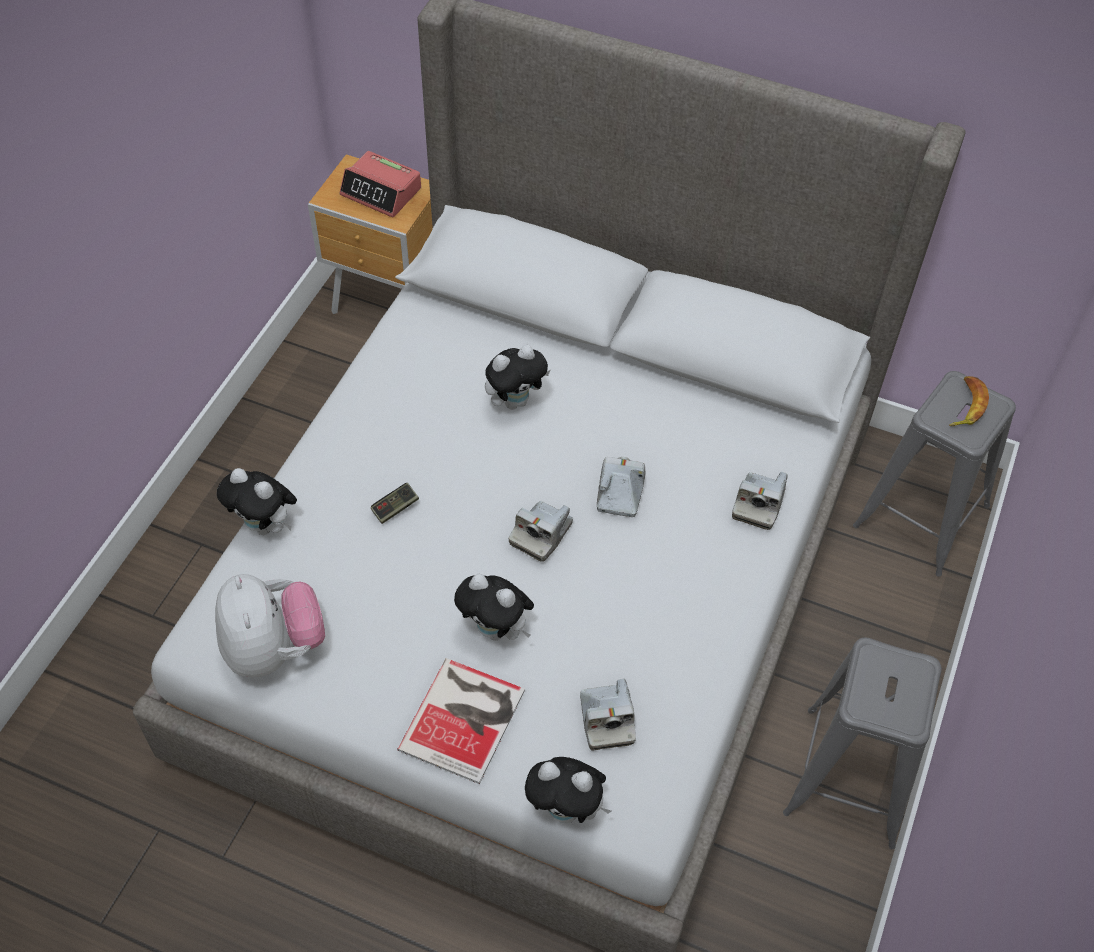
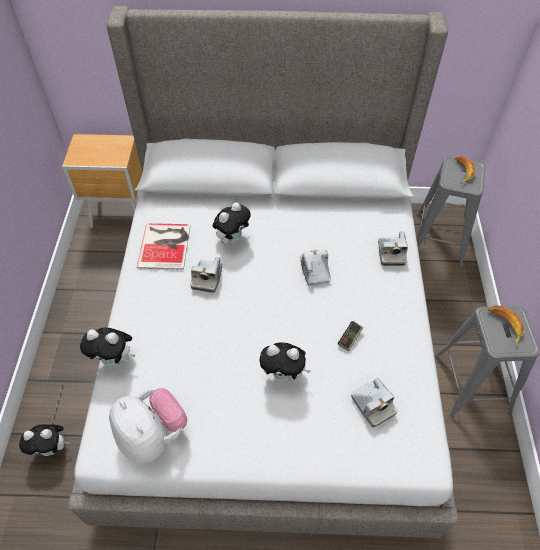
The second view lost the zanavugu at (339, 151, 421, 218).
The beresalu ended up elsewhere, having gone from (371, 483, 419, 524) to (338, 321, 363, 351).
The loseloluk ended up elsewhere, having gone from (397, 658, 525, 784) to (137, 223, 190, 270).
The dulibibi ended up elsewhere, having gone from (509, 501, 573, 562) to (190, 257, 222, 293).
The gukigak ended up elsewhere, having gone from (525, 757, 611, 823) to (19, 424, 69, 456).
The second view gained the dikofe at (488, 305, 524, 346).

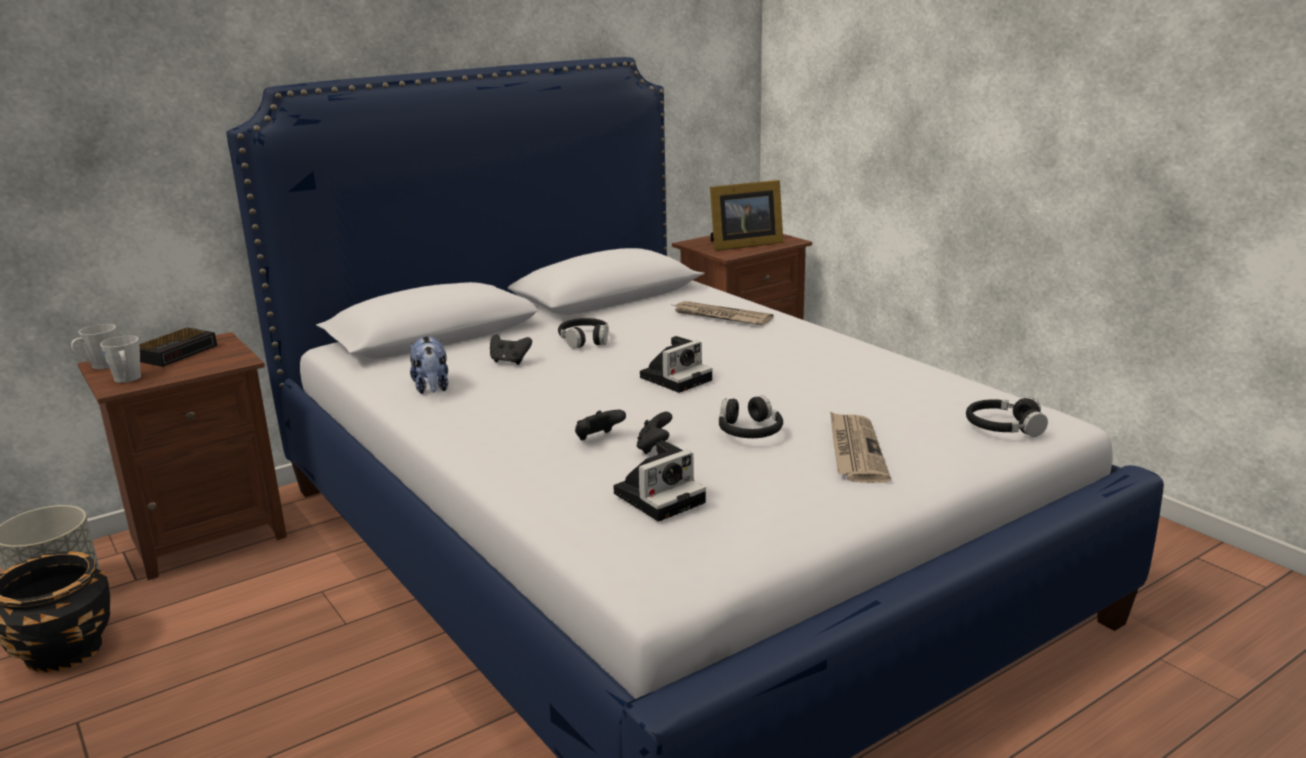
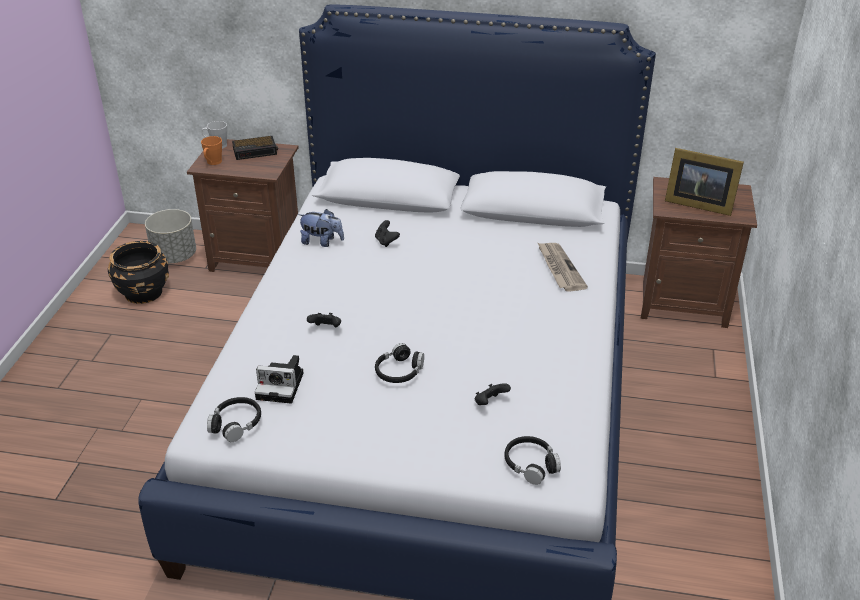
What was the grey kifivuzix at (100, 335, 141, 383) turned into the orange kifivuzix at (201, 136, 222, 165).
The gukigak at (410, 335, 448, 394) ended up facing another way, 105 degrees counterclockwise from before.
The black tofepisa ended up elsewhere, having gone from (558, 318, 609, 349) to (207, 397, 261, 442).
The black beresalu ended up elsewhere, having gone from (637, 412, 672, 455) to (475, 383, 511, 405).
The second view lost the dulibibi at (640, 336, 712, 393).
The second view lost the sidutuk at (830, 411, 891, 483).

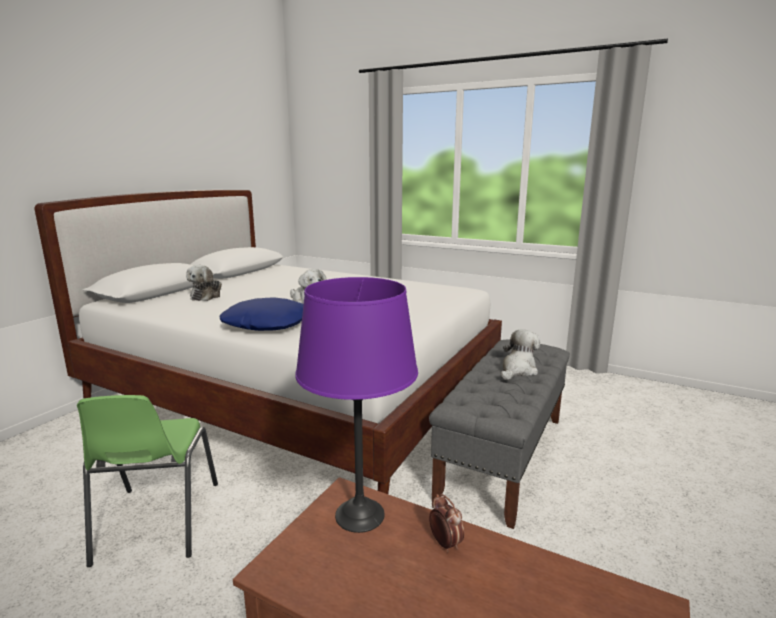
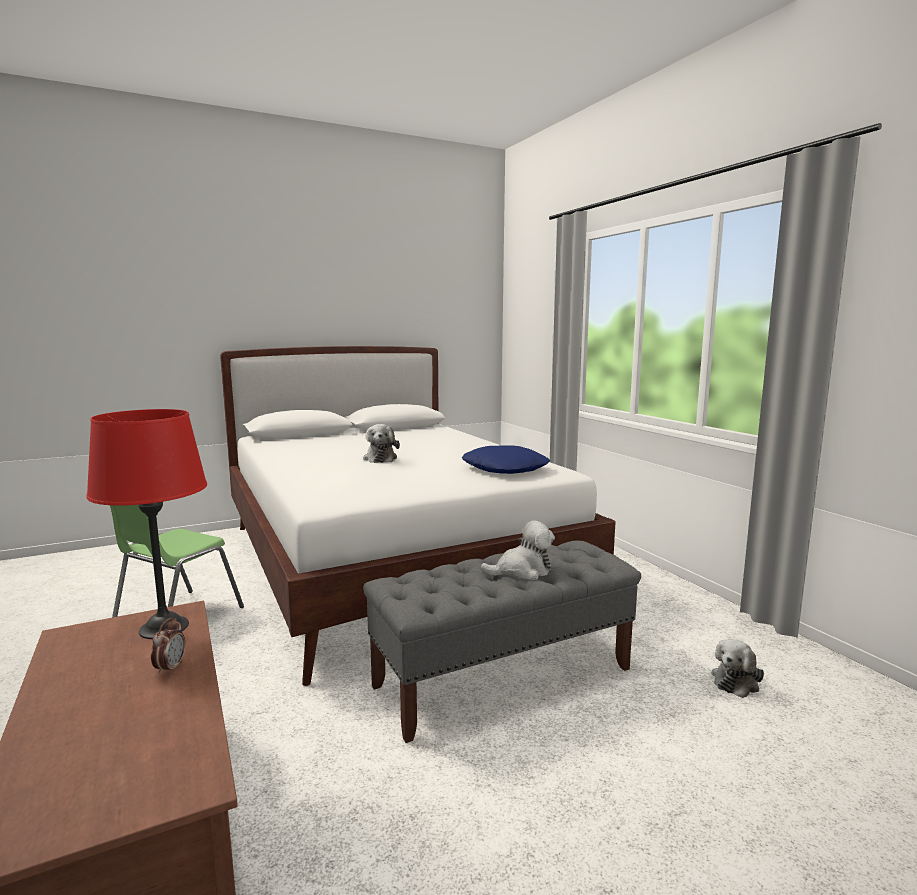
The gukigak ended up elsewhere, having gone from (186, 265, 222, 301) to (711, 639, 764, 698).
The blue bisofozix ended up elsewhere, having gone from (219, 297, 304, 331) to (462, 445, 550, 474).
What was the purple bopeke at (295, 277, 418, 533) turned into the red bopeke at (86, 409, 207, 639).

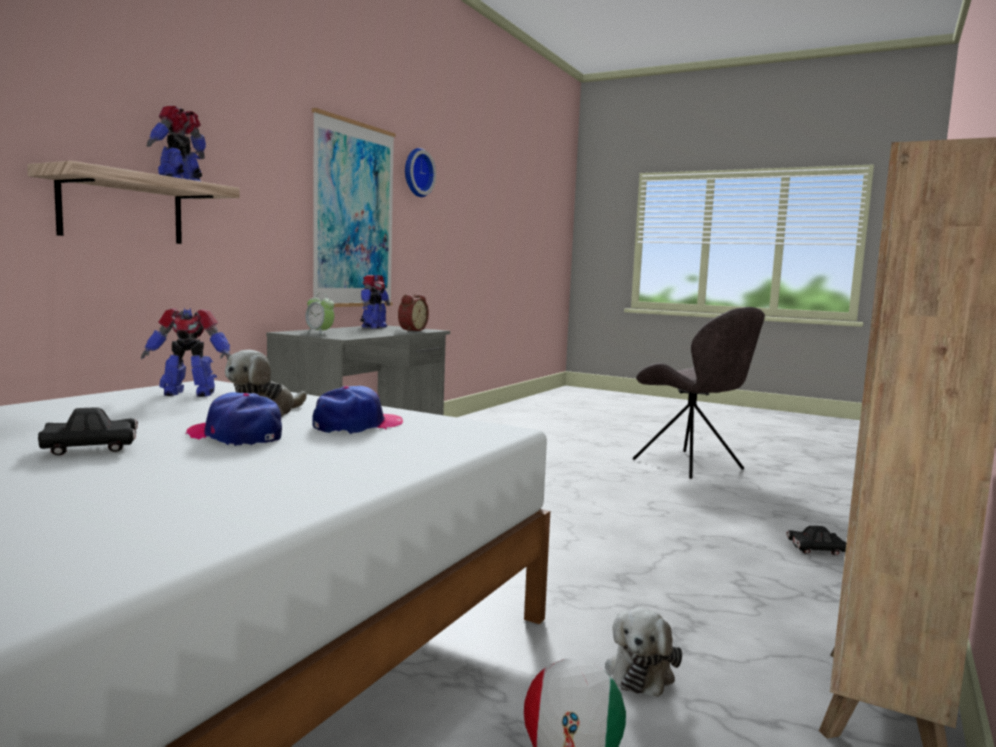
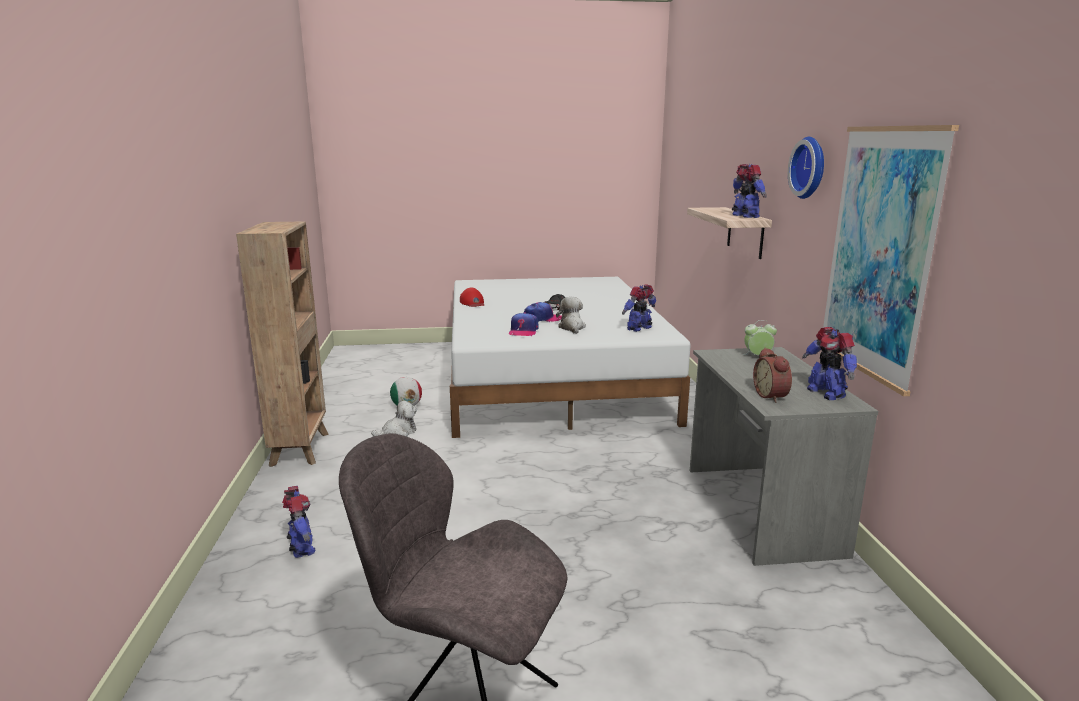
The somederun ended up elsewhere, having gone from (405, 148, 436, 197) to (788, 137, 824, 199).
The gukigak at (605, 608, 682, 697) ended up facing another way, 75 degrees clockwise from before.
Where the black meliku stood at (786, 526, 846, 555), the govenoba came to stand at (282, 486, 316, 558).
The second view gained the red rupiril at (460, 288, 484, 307).

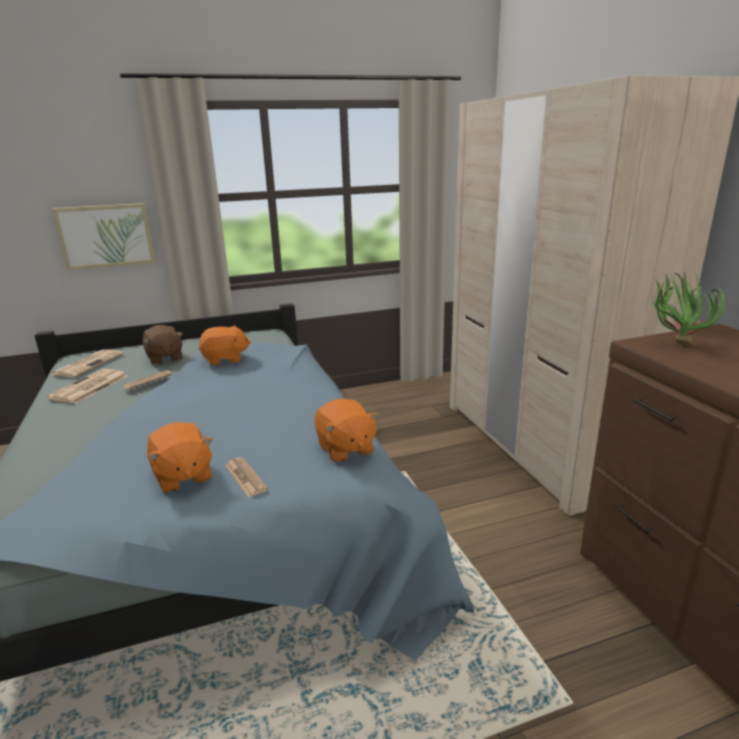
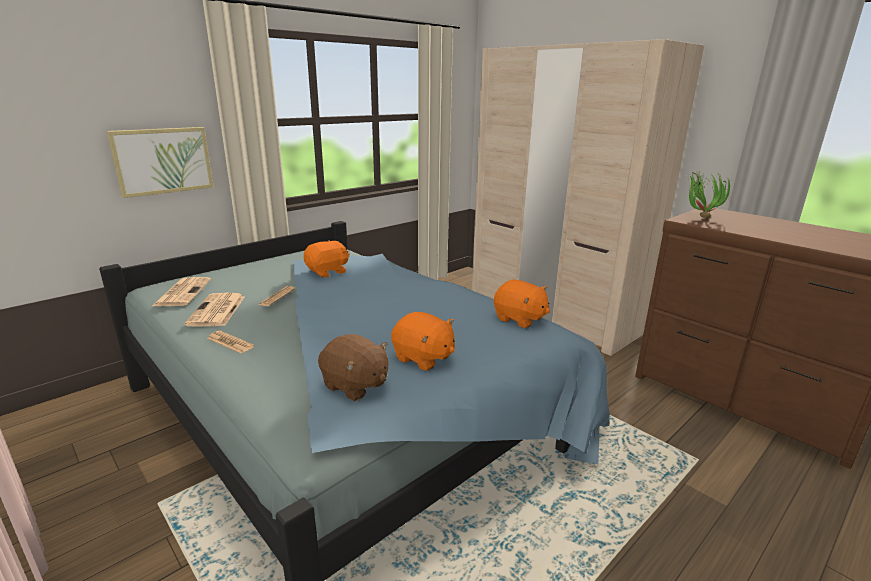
The brown gukigak ended up elsewhere, having gone from (142, 325, 183, 365) to (318, 334, 388, 401).
The sidutuk ended up elsewhere, having gone from (225, 457, 268, 497) to (207, 331, 254, 354).

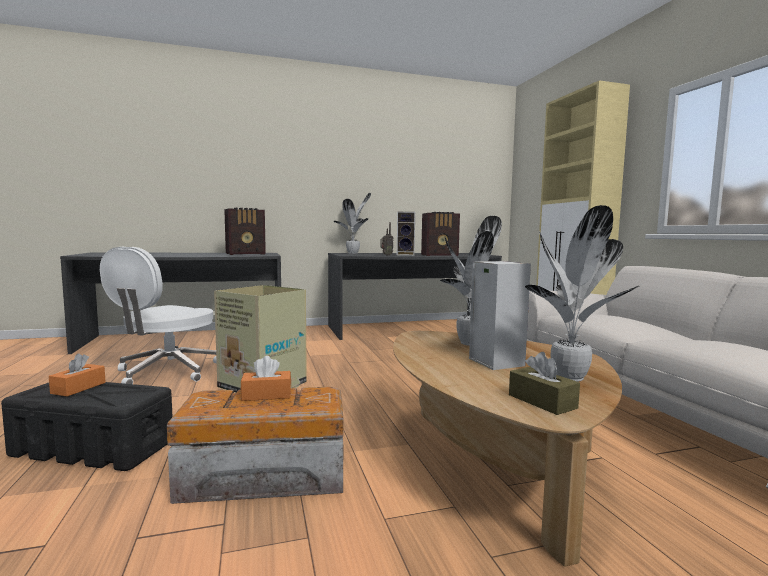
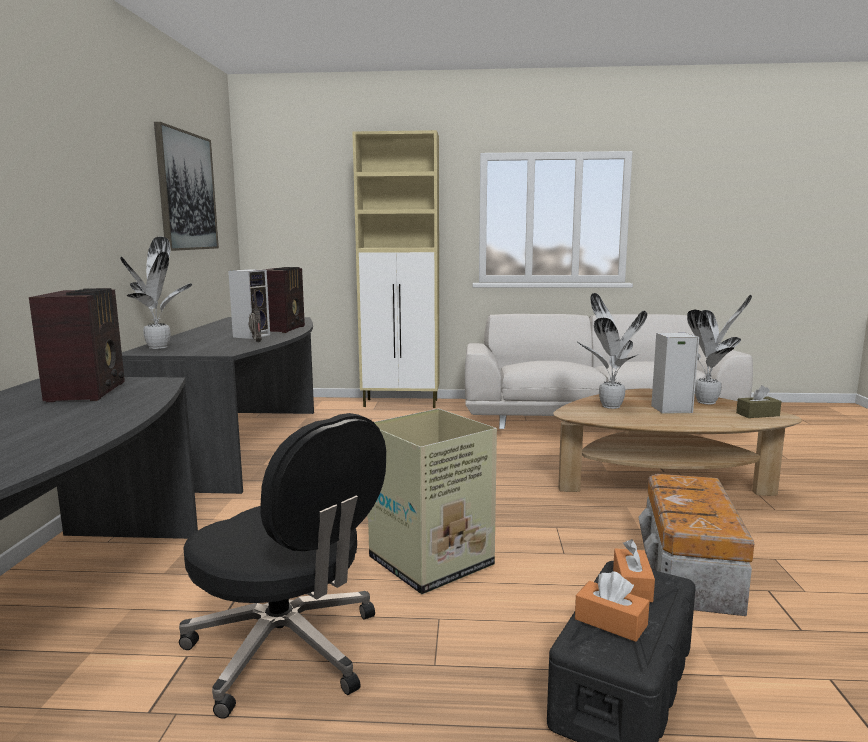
What was the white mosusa at (100, 246, 217, 384) turned into the black mosusa at (179, 413, 386, 719).
The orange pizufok ended up elsewhere, having gone from (241, 356, 291, 401) to (613, 539, 655, 602).
The second view gained the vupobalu at (154, 122, 219, 251).

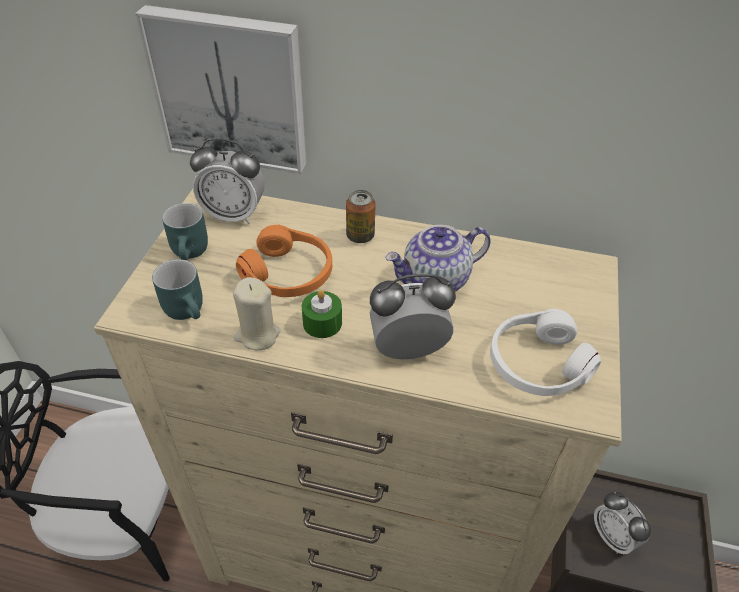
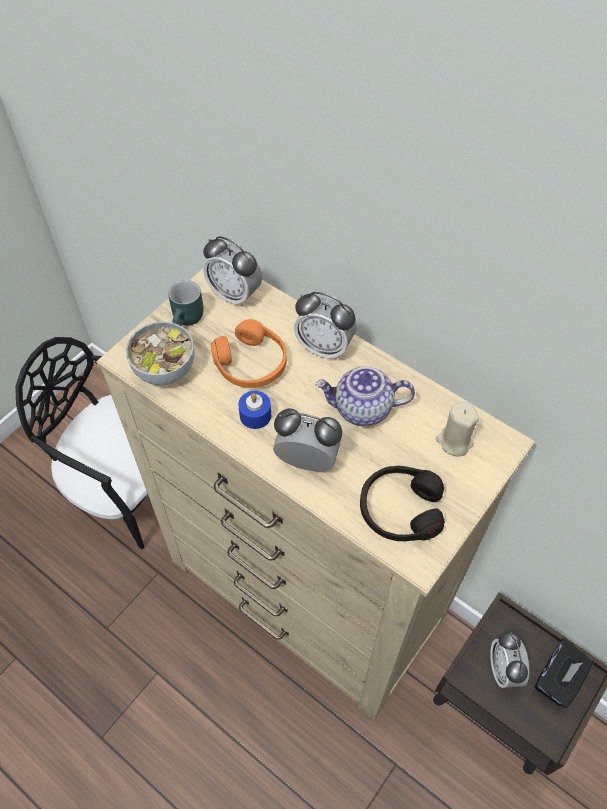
The second view lost the vupobalu at (135, 5, 306, 174).
Where the turquoise kifivuzix stood at (152, 259, 203, 320), the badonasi came to stand at (126, 322, 195, 385).
The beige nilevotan ended up elsewhere, having gone from (233, 277, 280, 350) to (436, 401, 479, 457).
What was the green nilevotan at (302, 290, 342, 338) turned into the blue nilevotan at (238, 391, 271, 429).
Where the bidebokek stood at (346, 190, 376, 243), the zanavugu came to stand at (294, 292, 357, 360).
What was the white tofepisa at (490, 309, 601, 396) turned into the black tofepisa at (360, 466, 445, 541).
The second view gained the black pizufok at (535, 639, 593, 708).

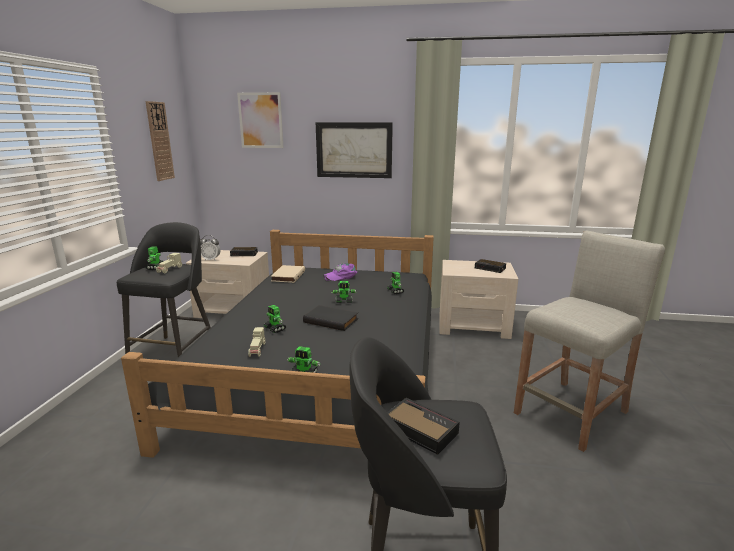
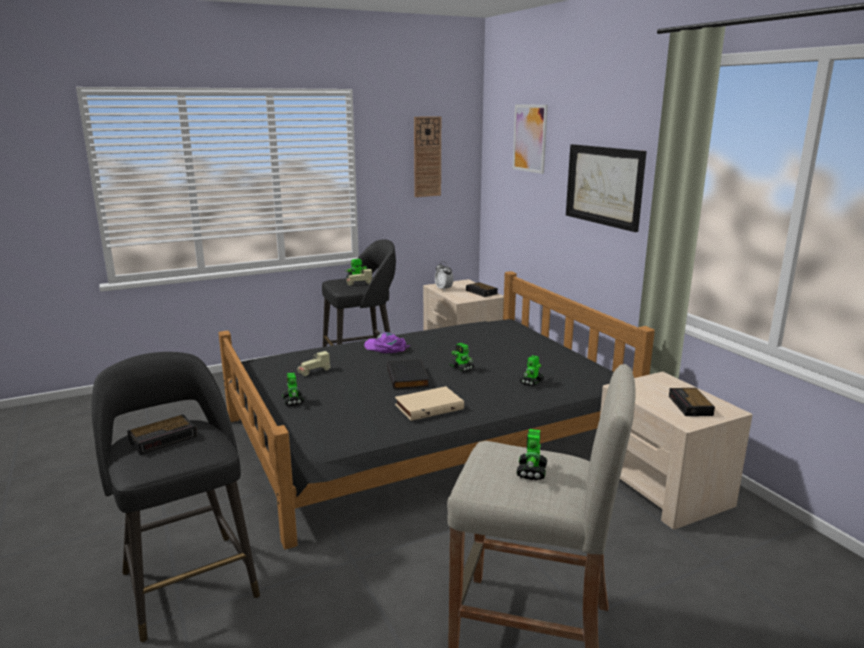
The govenoba ended up elsewhere, having gone from (264, 305, 286, 333) to (516, 429, 547, 480).
The beige loseloluk ended up elsewhere, having gone from (271, 265, 305, 283) to (395, 386, 464, 421).
The purple rupiril ended up elsewhere, having gone from (324, 263, 357, 281) to (364, 332, 410, 353).
The zanavugu at (387, 398, 460, 455) ended up facing another way, 45 degrees clockwise from before.

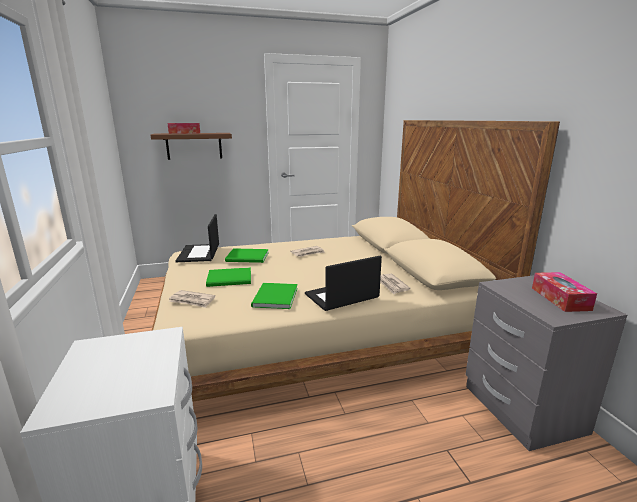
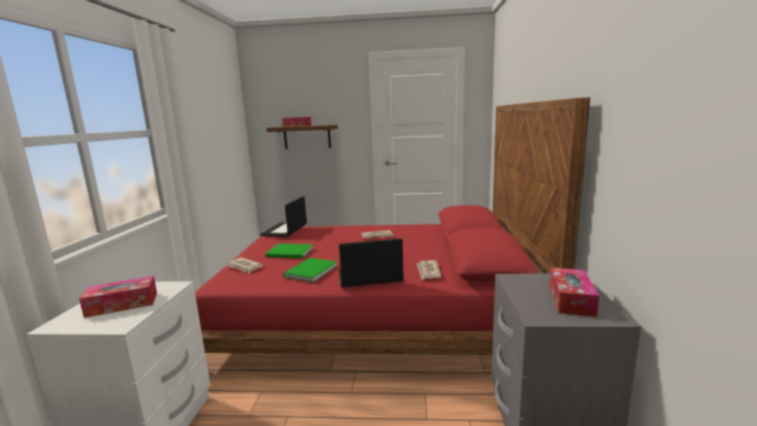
What was the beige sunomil at (152, 120, 560, 402) turned into the red sunomil at (195, 97, 590, 355).
The second view lost the green loseloluk at (225, 248, 269, 263).
The second view gained the pizufok at (79, 276, 157, 318).

